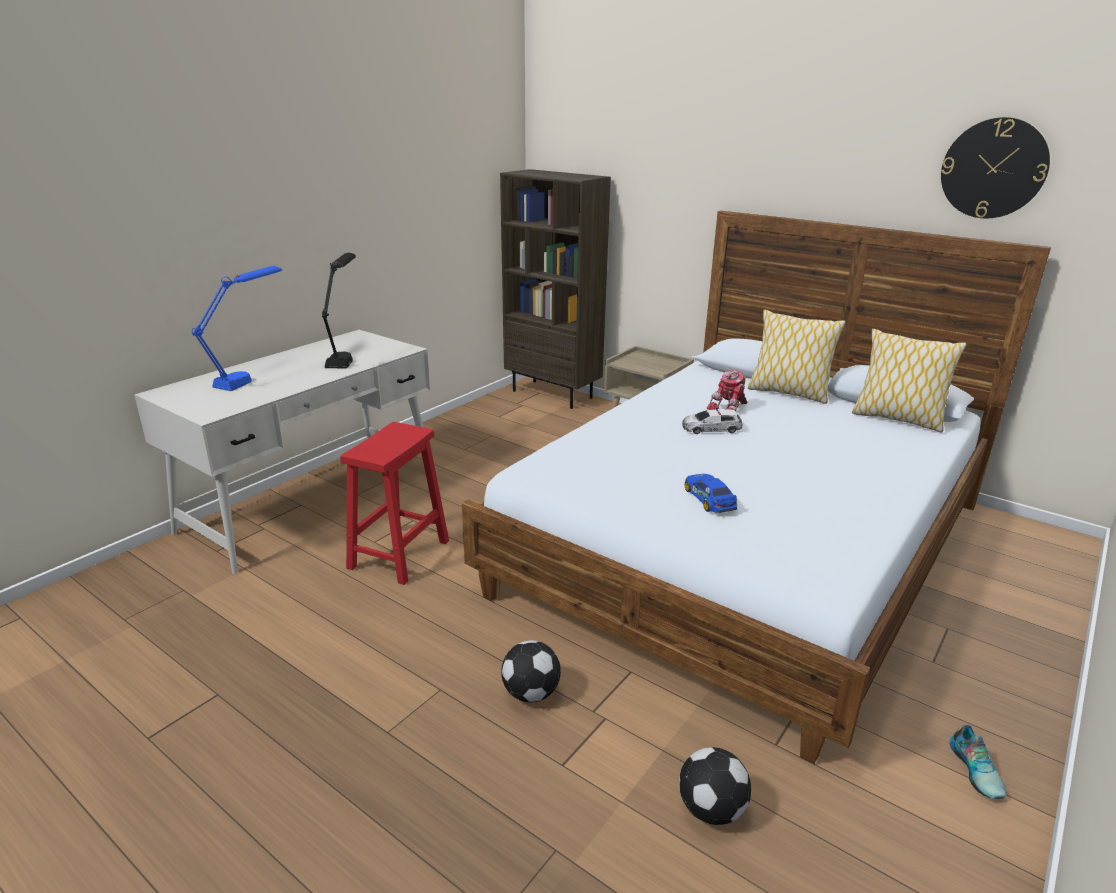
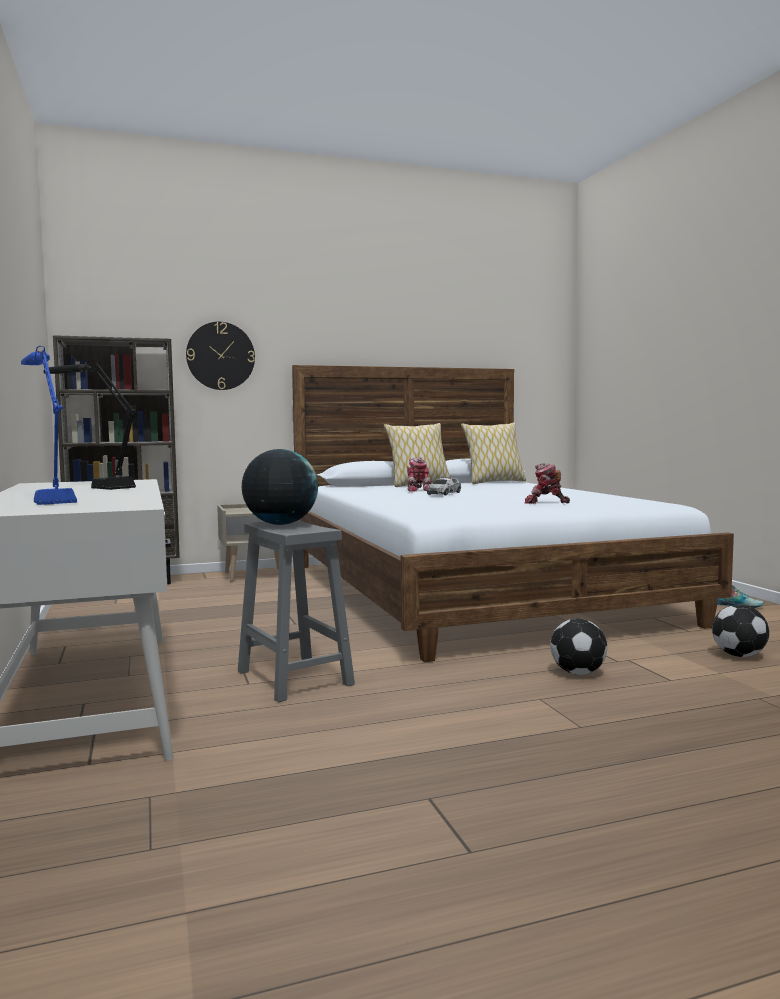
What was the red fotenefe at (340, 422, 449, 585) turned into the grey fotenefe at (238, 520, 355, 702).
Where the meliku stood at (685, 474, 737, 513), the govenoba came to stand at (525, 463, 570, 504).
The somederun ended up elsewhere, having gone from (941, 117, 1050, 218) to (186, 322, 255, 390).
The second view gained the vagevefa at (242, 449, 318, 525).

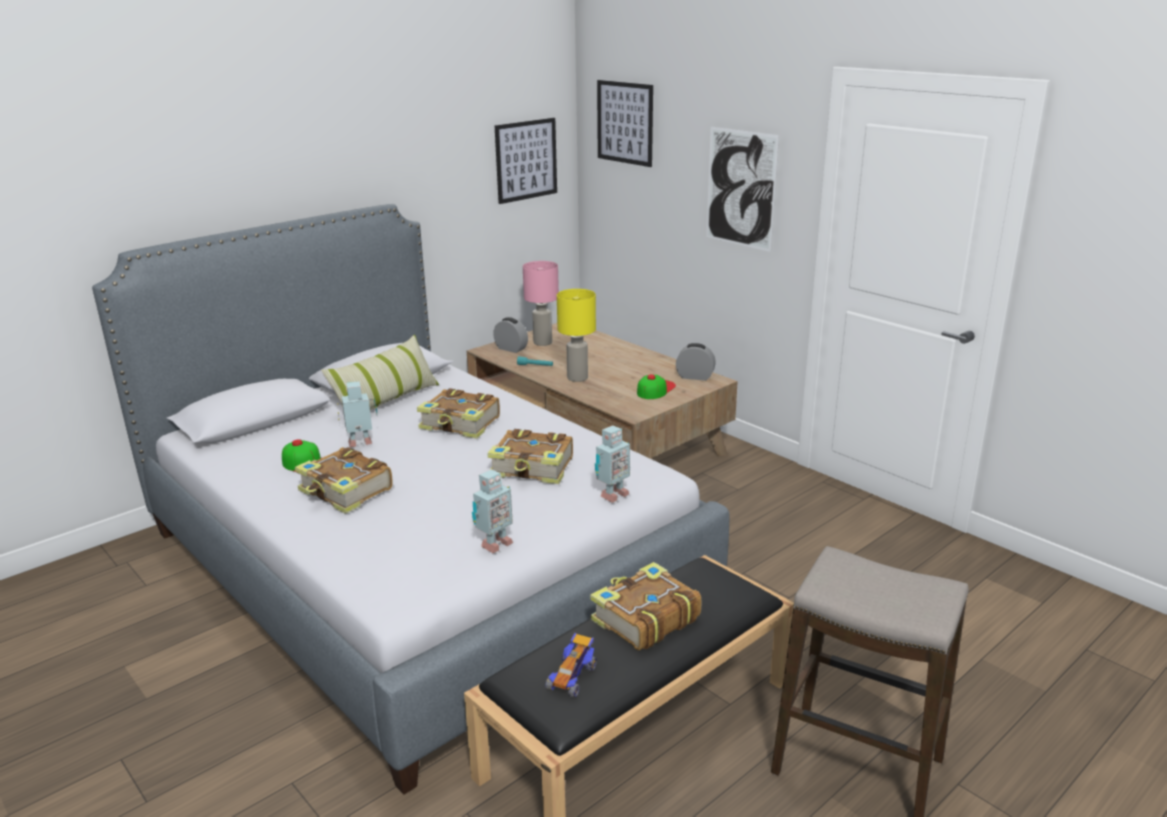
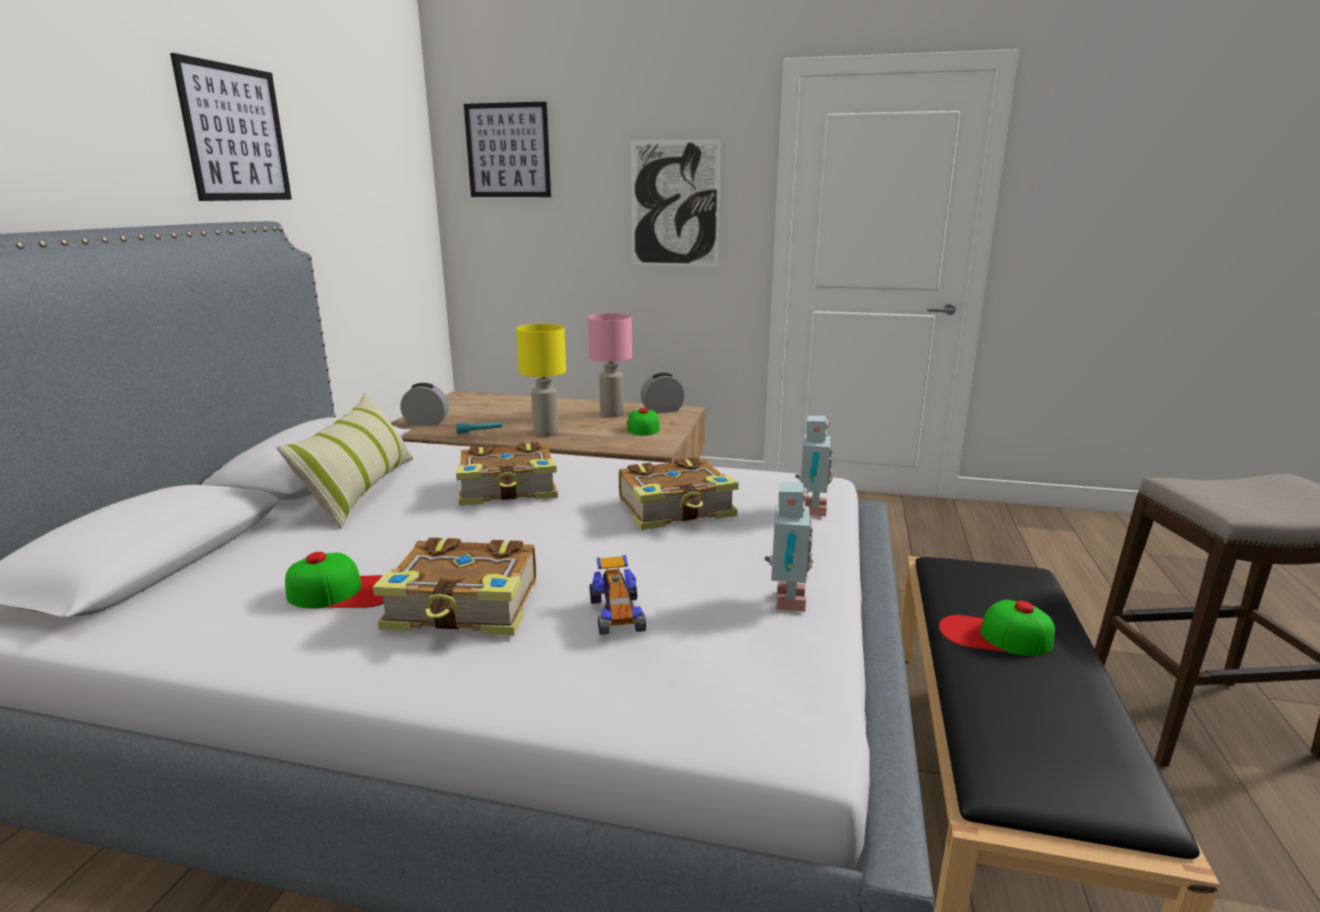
The second view lost the govenoba at (337, 381, 377, 447).
The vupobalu ended up elsewhere, having gone from (495, 118, 557, 204) to (170, 53, 292, 201).
The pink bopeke ended up elsewhere, having gone from (523, 261, 559, 346) to (588, 313, 632, 417).
The meliku ended up elsewhere, having gone from (546, 633, 597, 698) to (590, 555, 646, 635).
Where the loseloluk stood at (590, 562, 701, 650), the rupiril came to stand at (939, 600, 1055, 655).

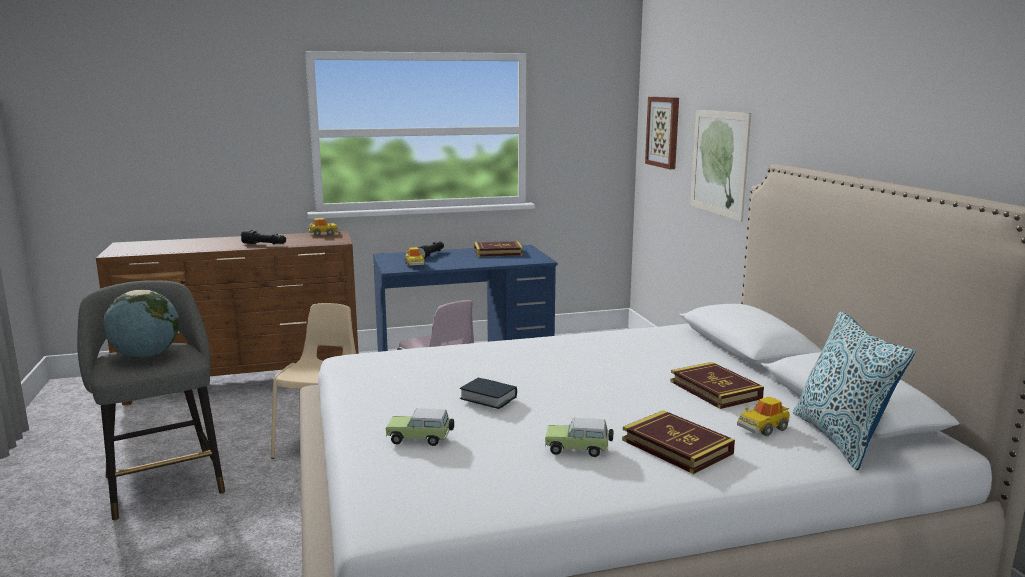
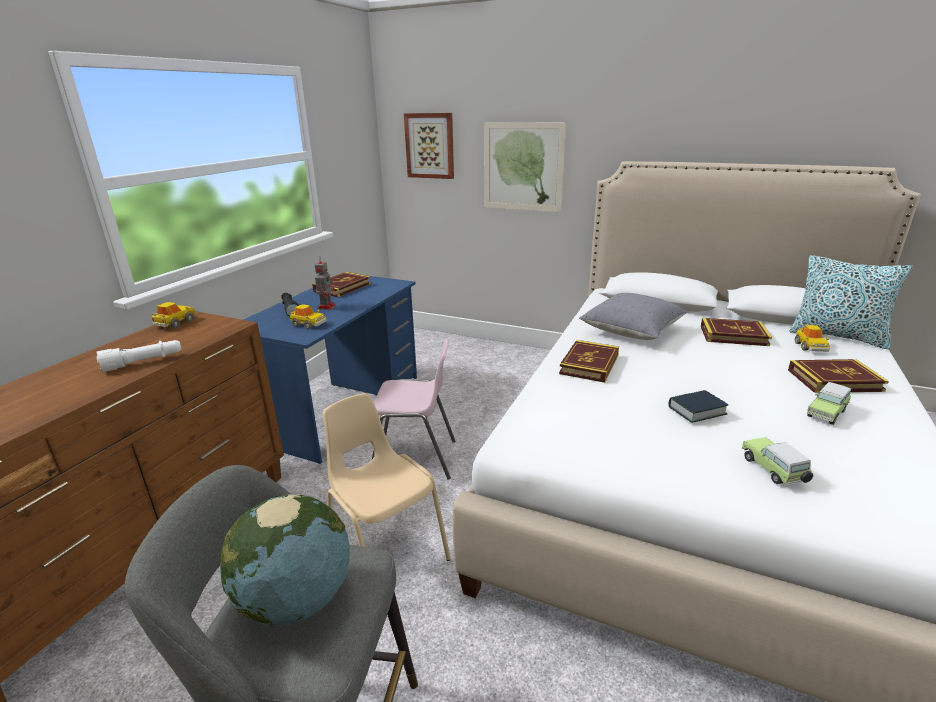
What was the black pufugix at (241, 230, 286, 245) turned into the white pufugix at (96, 340, 182, 372).
The meliku at (386, 408, 454, 446) ended up facing another way, 120 degrees clockwise from before.
The second view gained the govenoba at (315, 257, 335, 310).
The second view gained the loseloluk at (559, 340, 619, 383).
The second view gained the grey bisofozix at (579, 293, 687, 340).

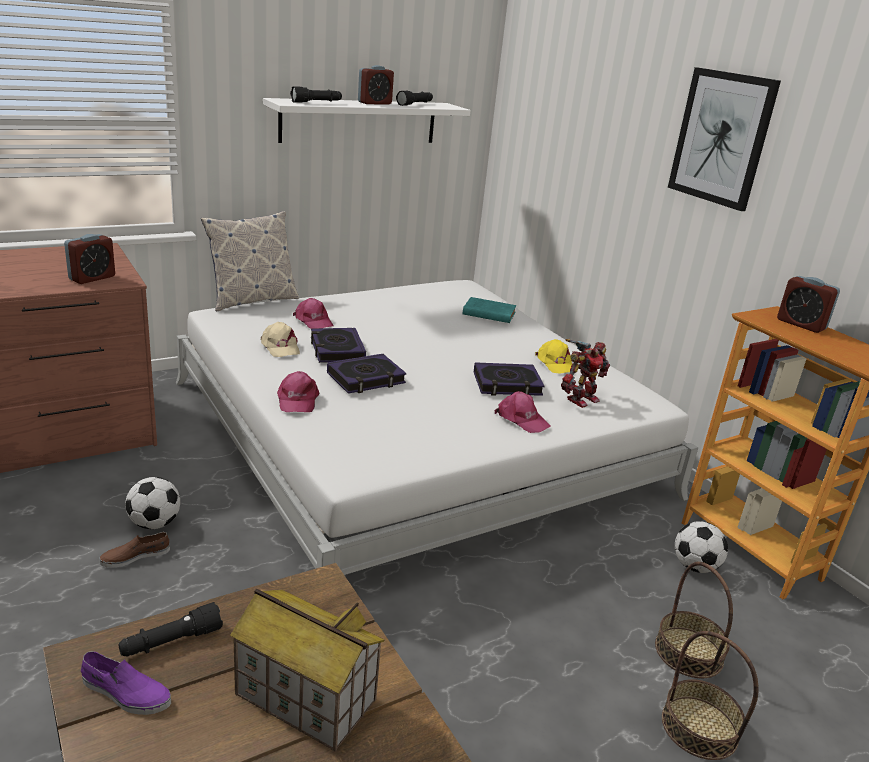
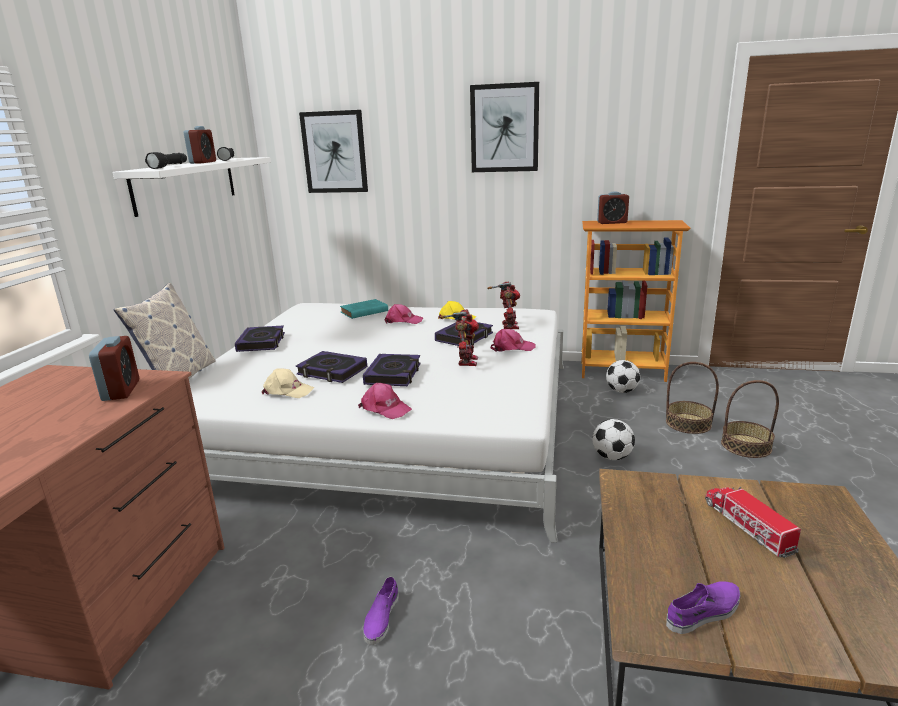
What was the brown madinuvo at (99, 532, 170, 568) turned into the purple madinuvo at (363, 577, 399, 645).
The second view lost the black pufugix at (118, 602, 223, 656).
The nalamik ended up elsewhere, having gone from (125, 477, 180, 529) to (592, 419, 635, 460).
Where the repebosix stood at (230, 589, 384, 752), the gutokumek came to stand at (705, 487, 801, 558).
The pink rupiril ended up elsewhere, having gone from (293, 298, 333, 329) to (385, 304, 423, 324).
The second view gained the loseloluk at (235, 326, 285, 352).
The second view gained the vupobalu at (299, 110, 368, 193).
The second view gained the govenoba at (439, 309, 479, 366).

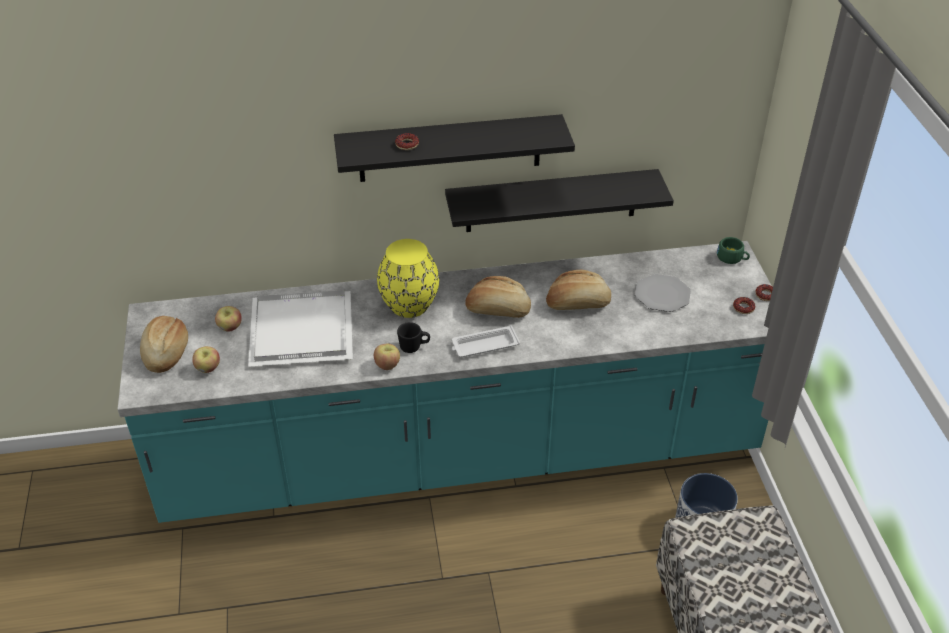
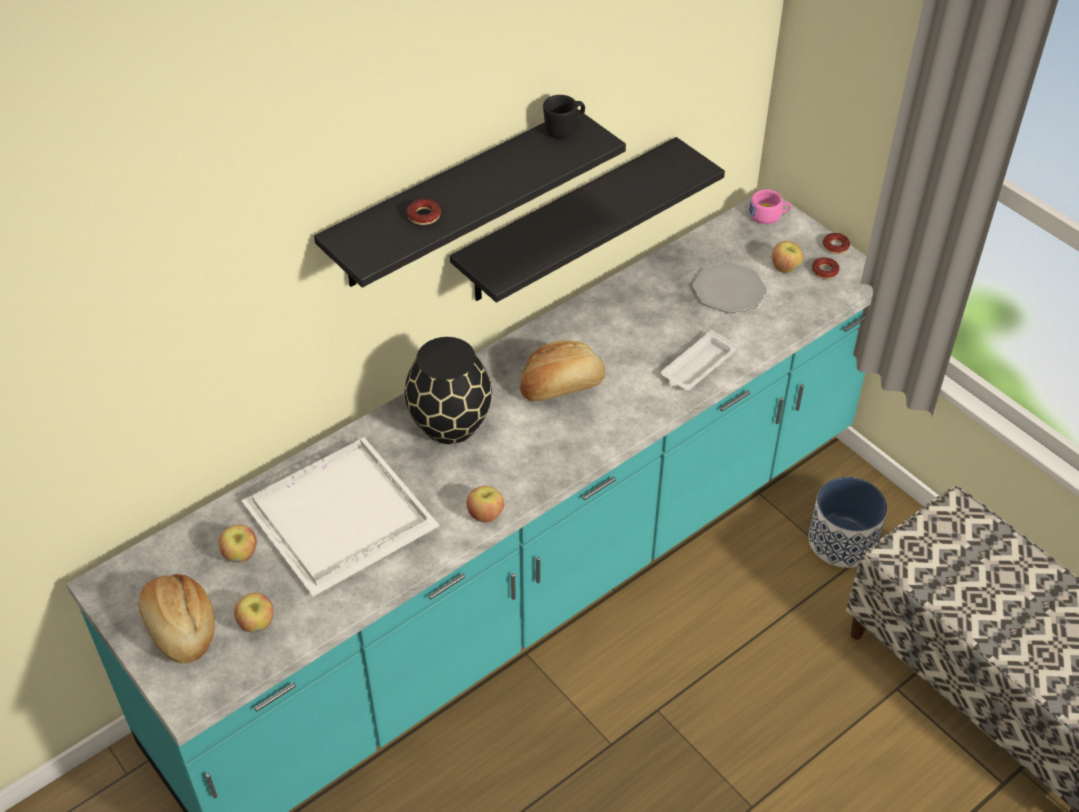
What was the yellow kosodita at (377, 239, 439, 318) turned into the black kosodita at (405, 337, 492, 444).
The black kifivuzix ended up elsewhere, having gone from (397, 322, 430, 353) to (543, 95, 585, 139).
The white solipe ended up elsewhere, having gone from (452, 325, 520, 357) to (661, 330, 738, 391).
The second view lost the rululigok at (546, 270, 611, 310).
What was the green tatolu at (717, 237, 750, 264) turned into the pink tatolu at (749, 189, 792, 224).
The second view gained the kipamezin at (772, 241, 803, 273).

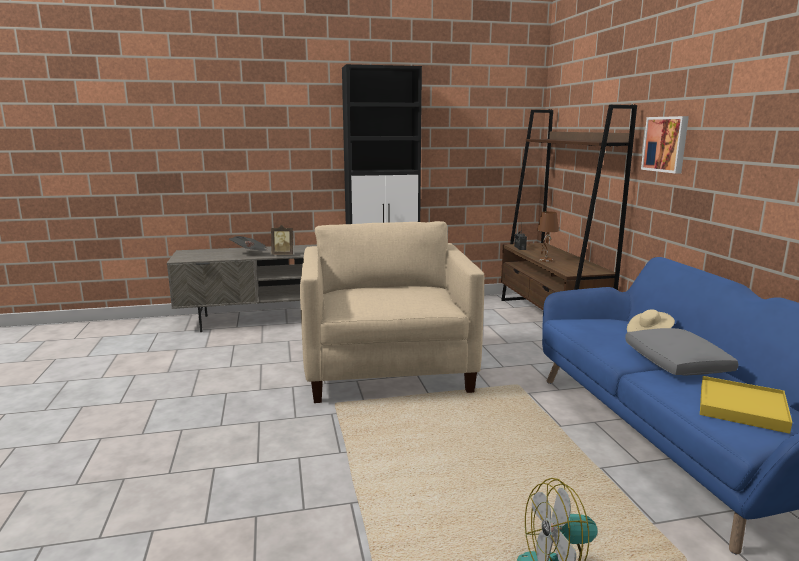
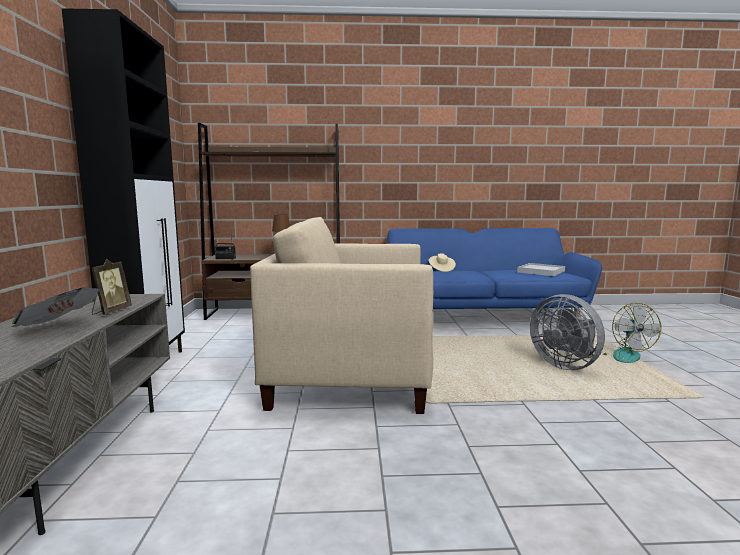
The second view lost the grey bisofozix at (625, 328, 739, 375).
The second view lost the vupobalu at (641, 116, 689, 174).
What was the yellow solipe at (700, 376, 792, 434) turned into the white solipe at (517, 263, 565, 276).
The second view gained the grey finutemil at (530, 294, 605, 370).

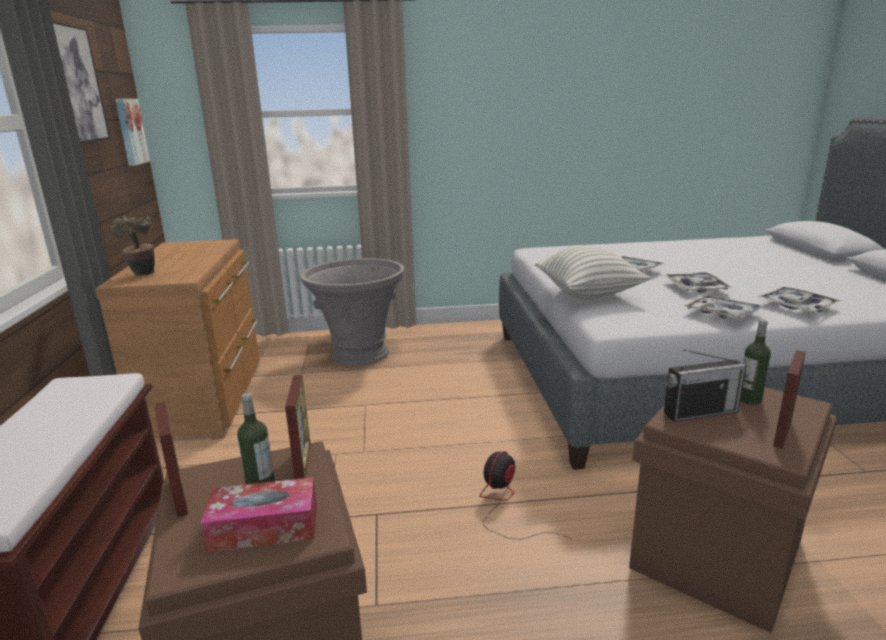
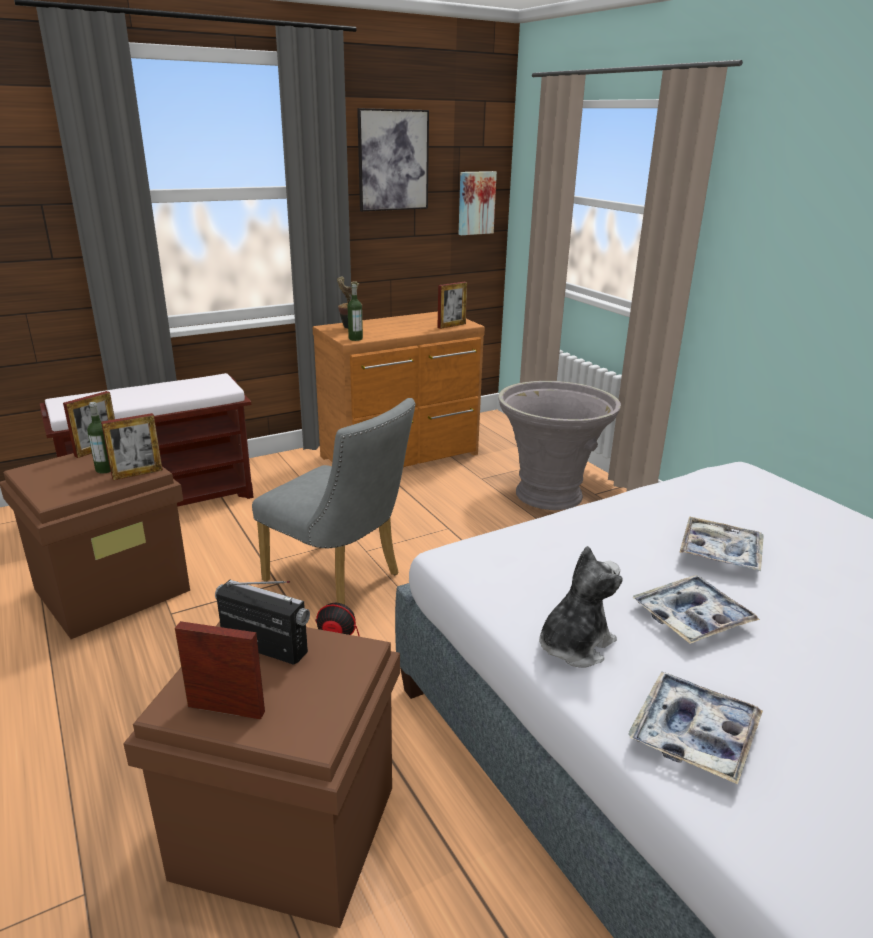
The second view lost the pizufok at (201, 477, 317, 553).
The second view lost the bisofozix at (535, 246, 650, 300).
The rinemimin at (664, 349, 749, 422) ended up facing another way, 150 degrees clockwise from before.
Where the solipe stood at (683, 295, 764, 320), the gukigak came to stand at (539, 546, 623, 668).
The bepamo ended up elsewhere, having gone from (741, 319, 771, 405) to (347, 284, 363, 341).
The second view gained the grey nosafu at (252, 398, 416, 605).
The second view gained the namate at (437, 281, 467, 329).

